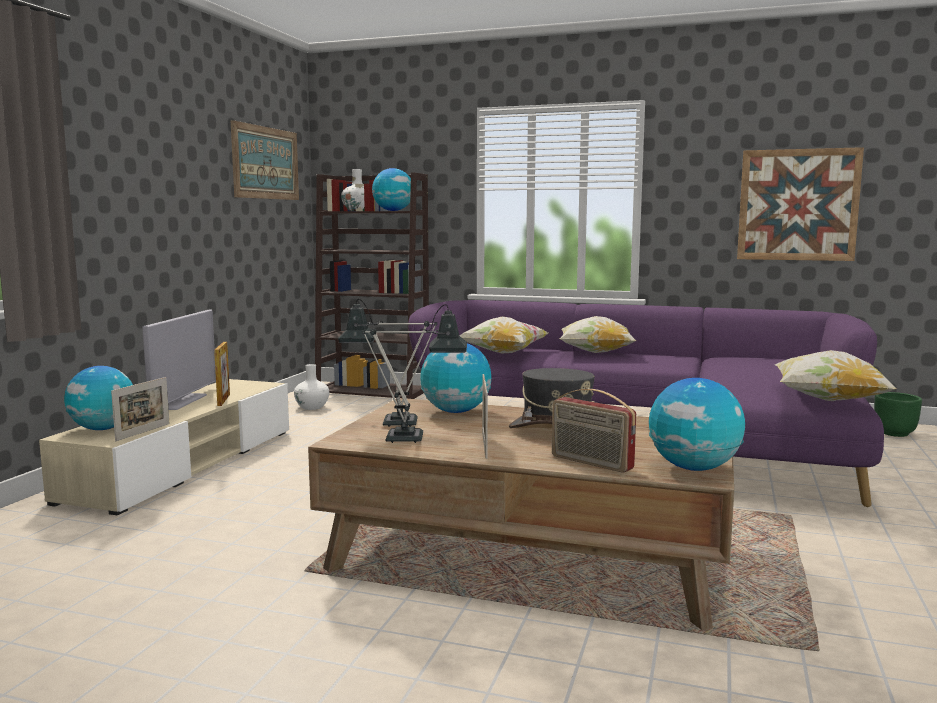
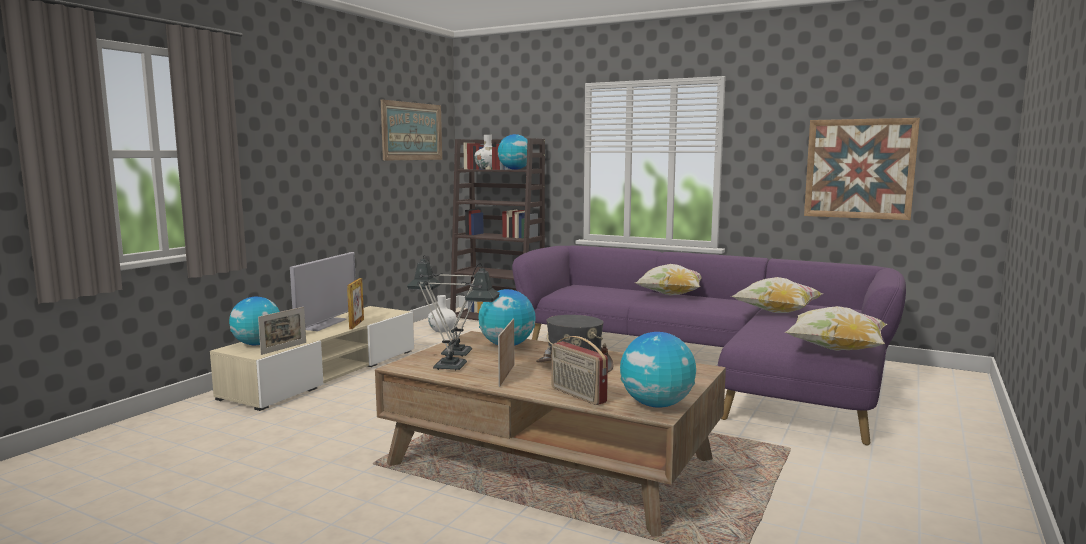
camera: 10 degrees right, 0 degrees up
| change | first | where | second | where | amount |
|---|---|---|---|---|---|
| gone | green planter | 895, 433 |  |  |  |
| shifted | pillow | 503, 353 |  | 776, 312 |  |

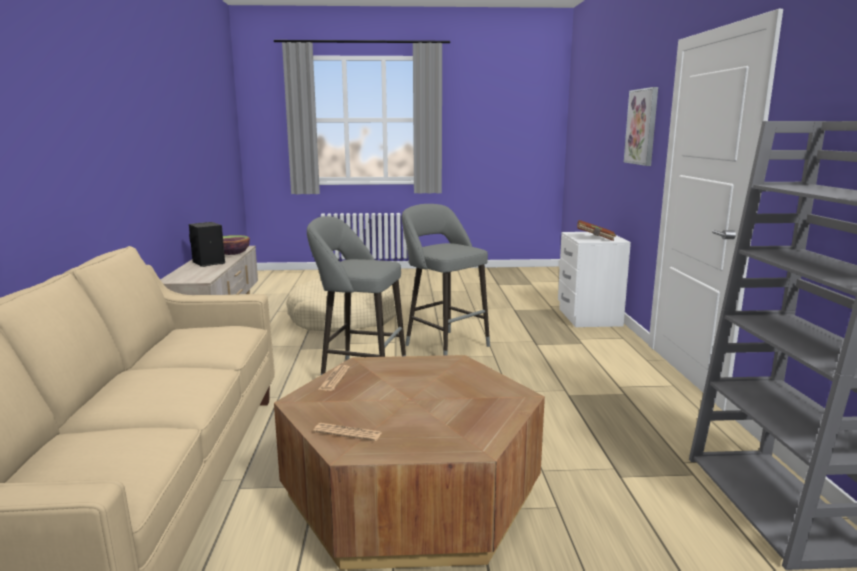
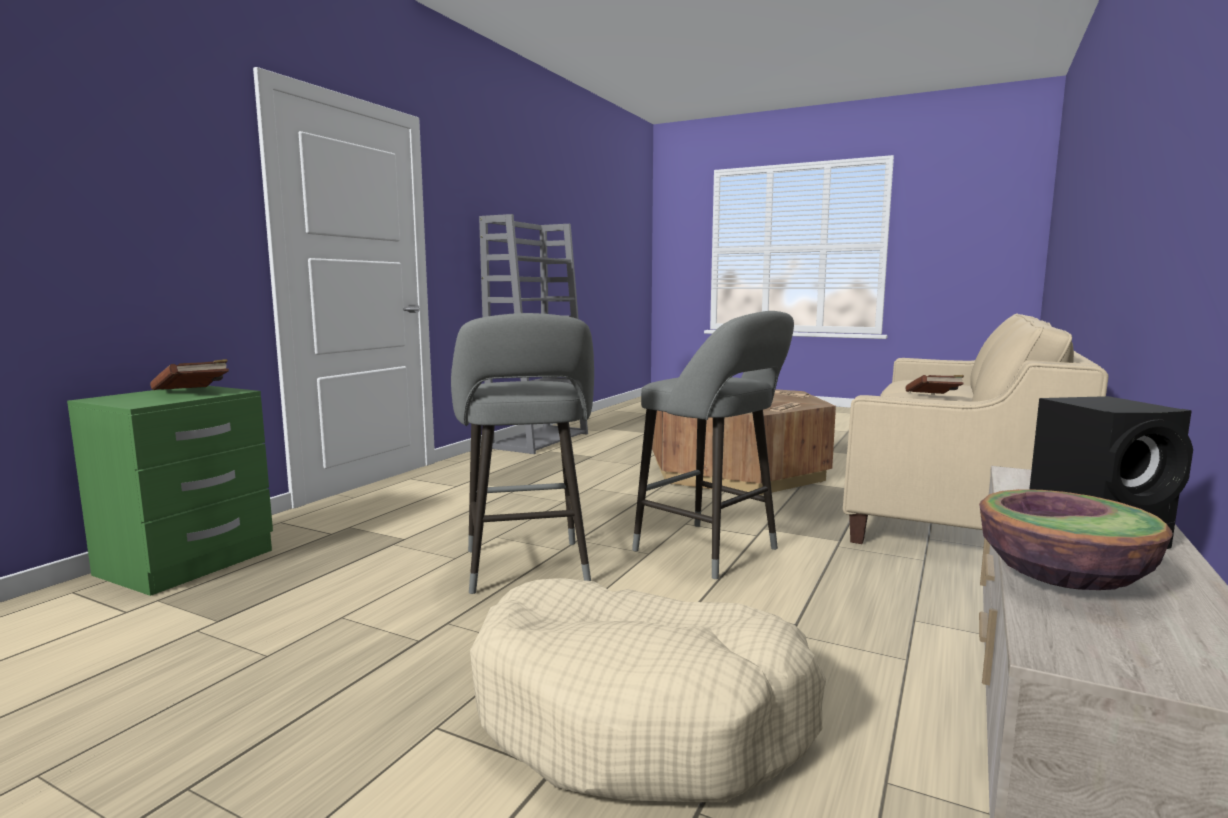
camera: 150 degrees left, 5 degrees down
| change | first | where | second | where | amount |
|---|---|---|---|---|---|
| gone | picture | 642, 127 |  |  |  |
| new |  |  | brown book | 934, 397 |  |
| repainted | white nightstand | 588, 317 | green nightstand | 188, 563 |  |

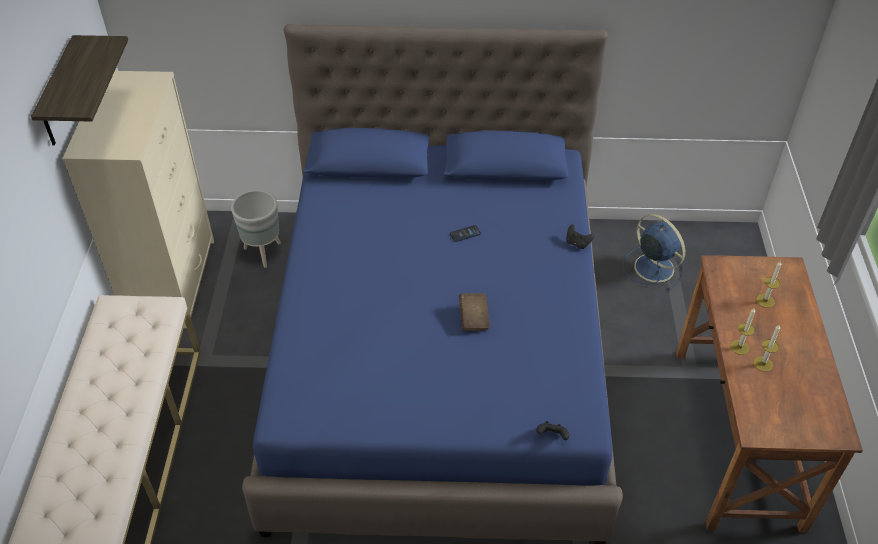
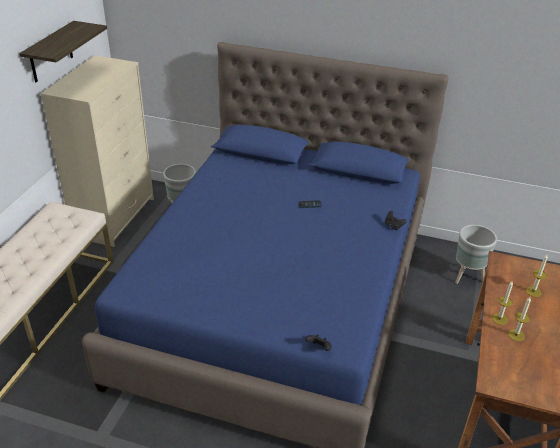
camera: 15 degrees right, 10 degrees down
| change | first | where | second | where | amount |
|---|---|---|---|---|---|
| gone | brown book | 473, 318 |  |  |  |
| swapped | blue fan | 652, 266 | grey planter | 466, 276 |  |

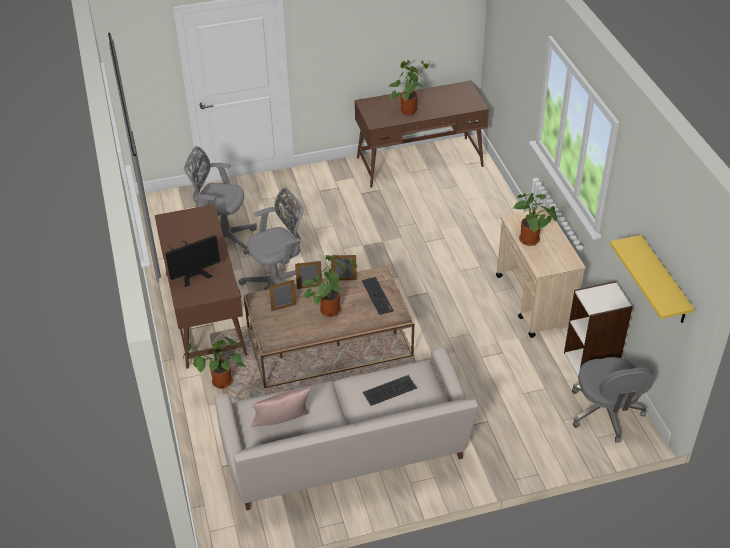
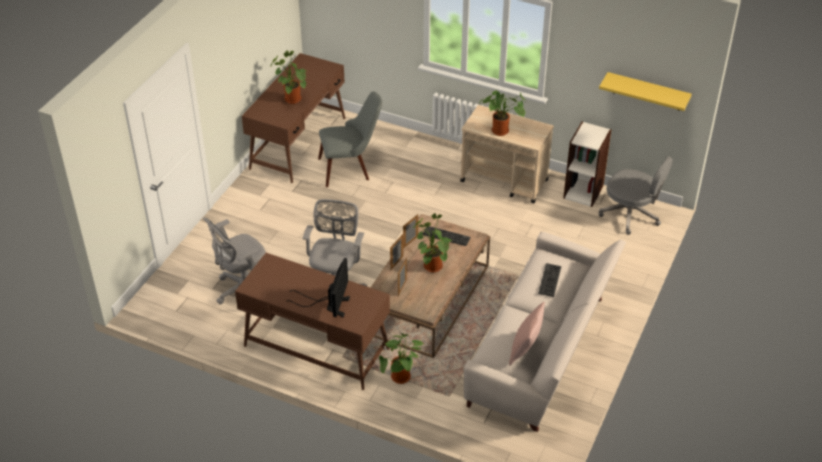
camera: 50 degrees left, 0 degrees up
| change | first | where | second | where | amount |
|---|---|---|---|---|---|
| new |  |  | grey chair | 351, 168 |  |

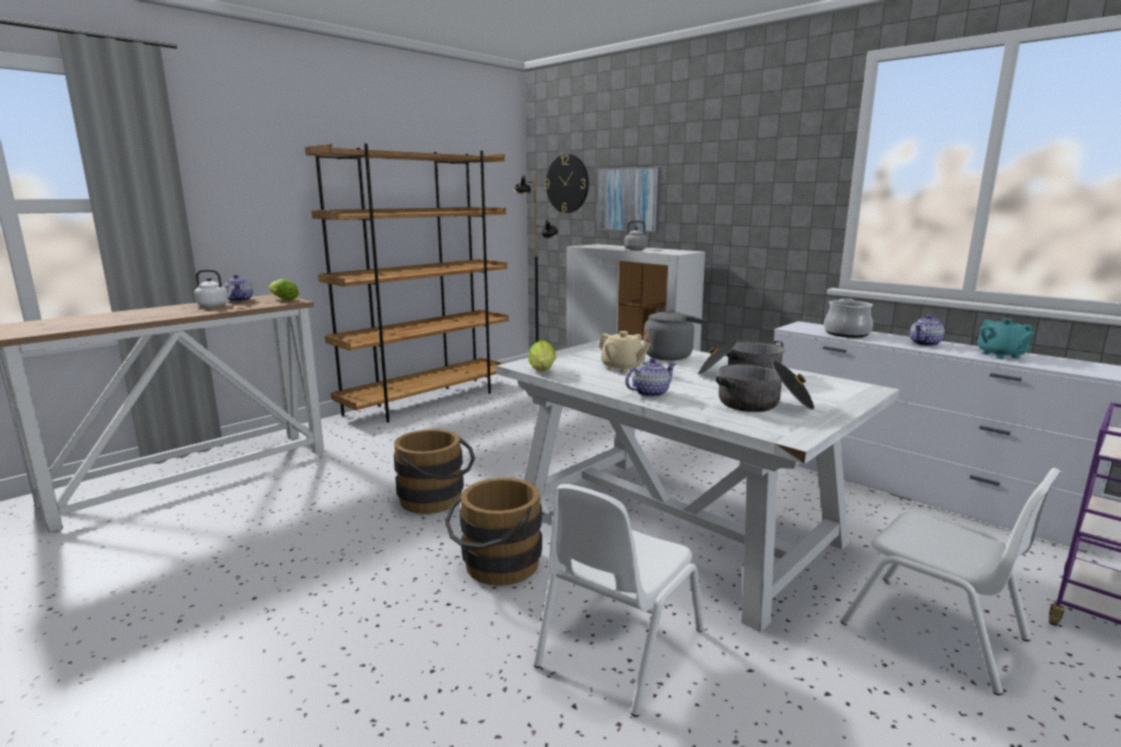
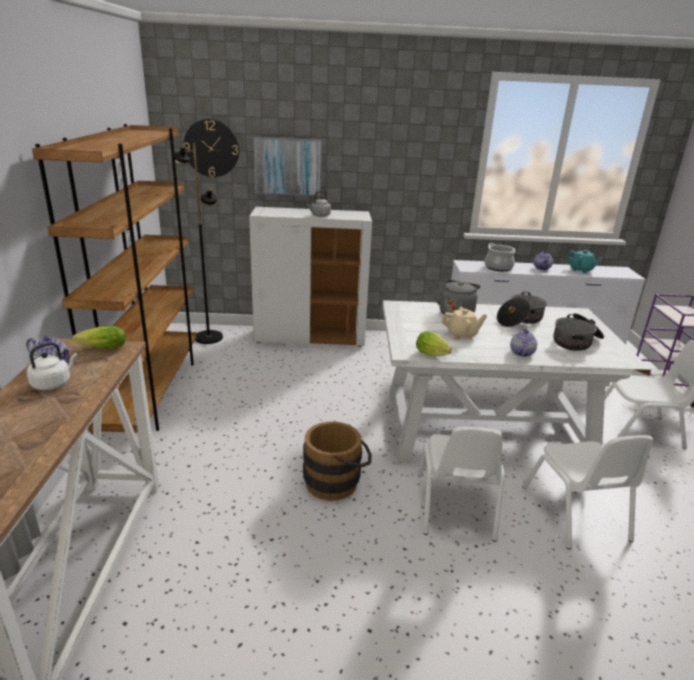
camera: 45 degrees left, 10 degrees up
| change | first | where | second | where | amount |
|---|---|---|---|---|---|
| swapped | brown bucket | 496, 567 | white chair | 455, 506 |  |

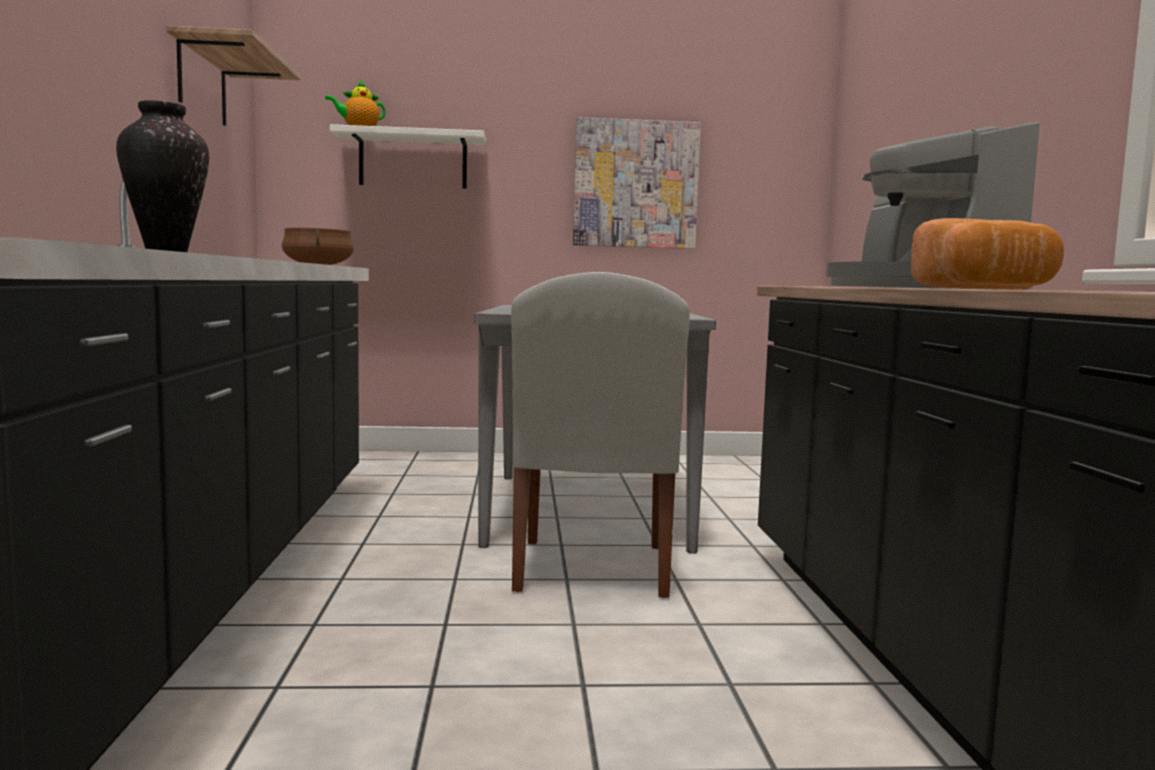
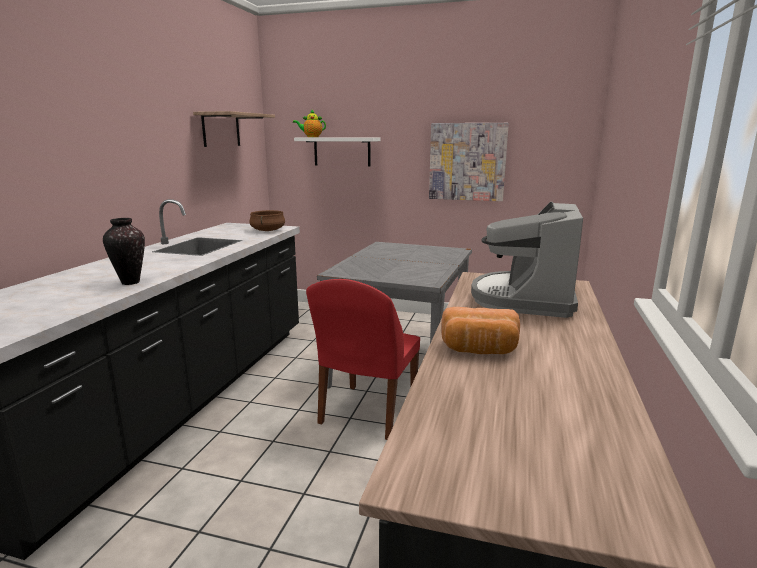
camera: 20 degrees right, 10 degrees up
| change | first | where | second | where | amount |
|---|---|---|---|---|---|
| repainted | white chair | 591, 570 | red chair | 367, 413 |  |

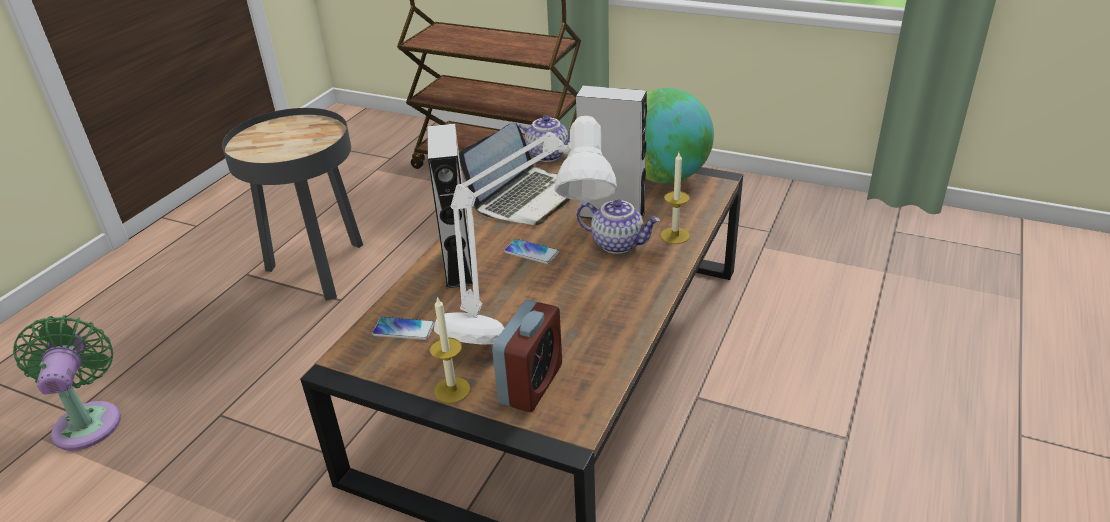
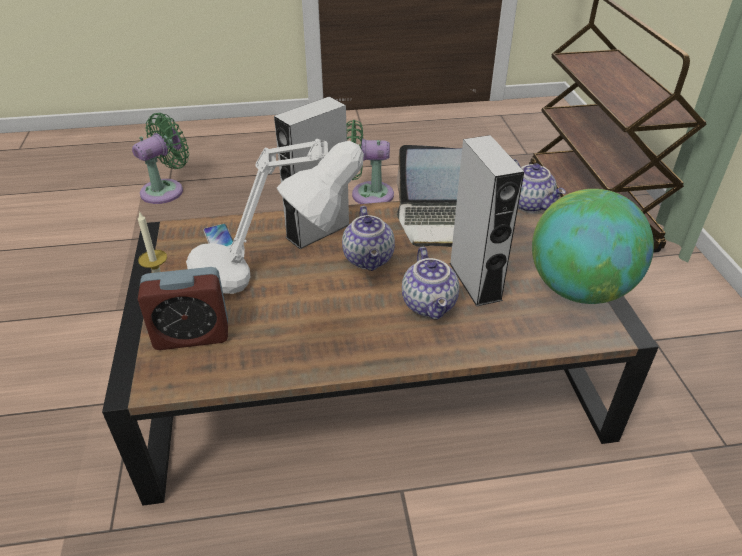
camera: 55 degrees right, 5 degrees up
| change | first | where | second | where | amount |
|---|---|---|---|---|---|
| gone | candle | 675, 235 |  |  |  |
| swapped | black side table | 320, 269 | green fan | 367, 194 |  |
| swapped | phone | 531, 252 | teapot | 370, 259 |  |

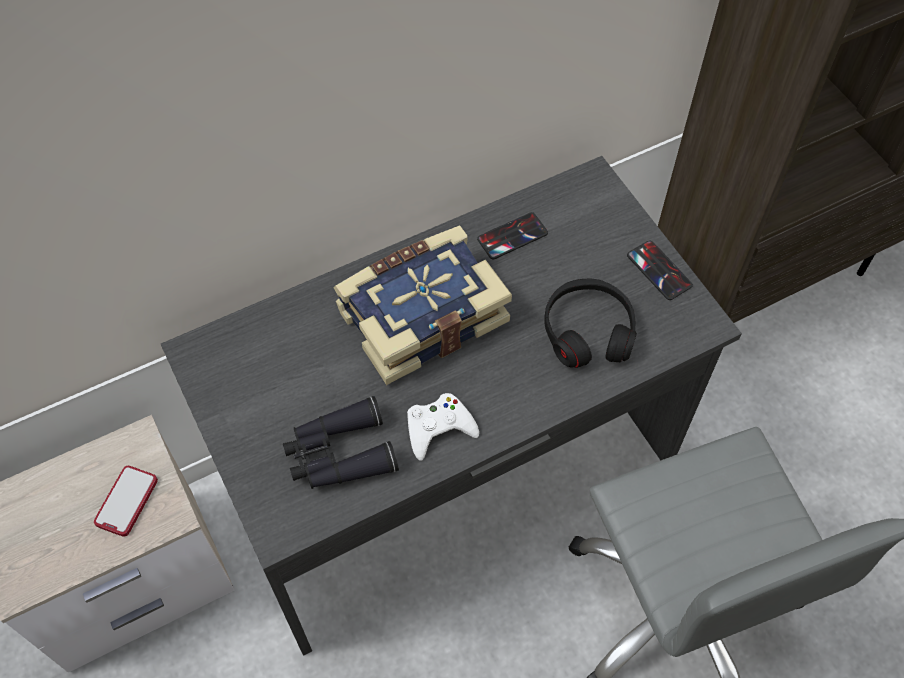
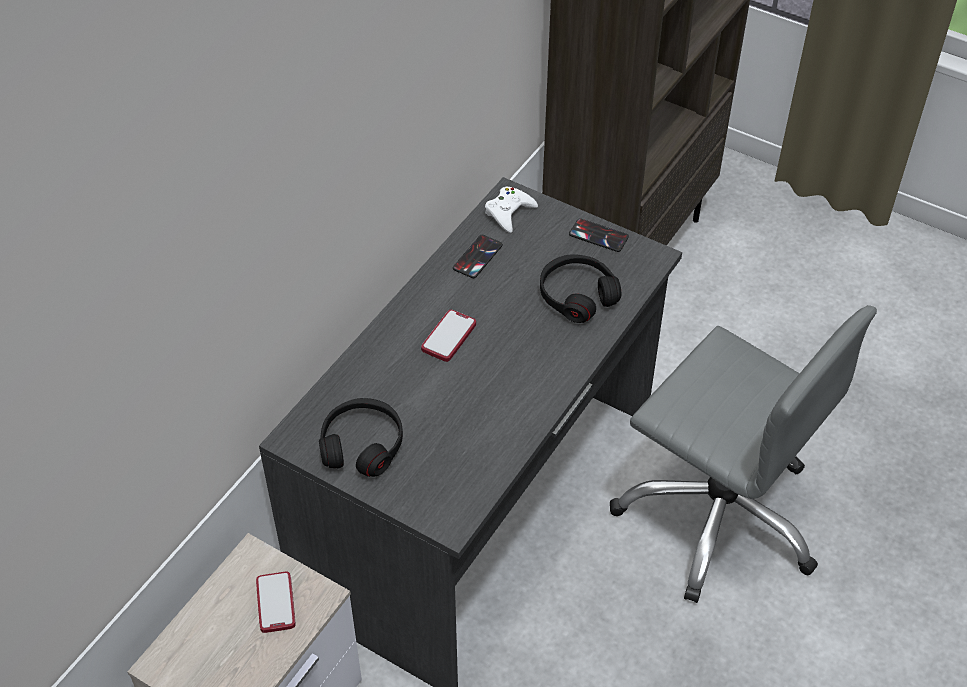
camera: 30 degrees left, 10 degrees down
| change | first | where | second | where | amount |
|---|---|---|---|---|---|
| gone | black binoculars | 339, 454 |  |  |  |
| new |  |  | black headphones | 362, 444 |  |
| shifted | white game controller | 439, 428 |  | 509, 212 |  |
| swapped | book | 421, 314 | phone | 449, 337 |  |

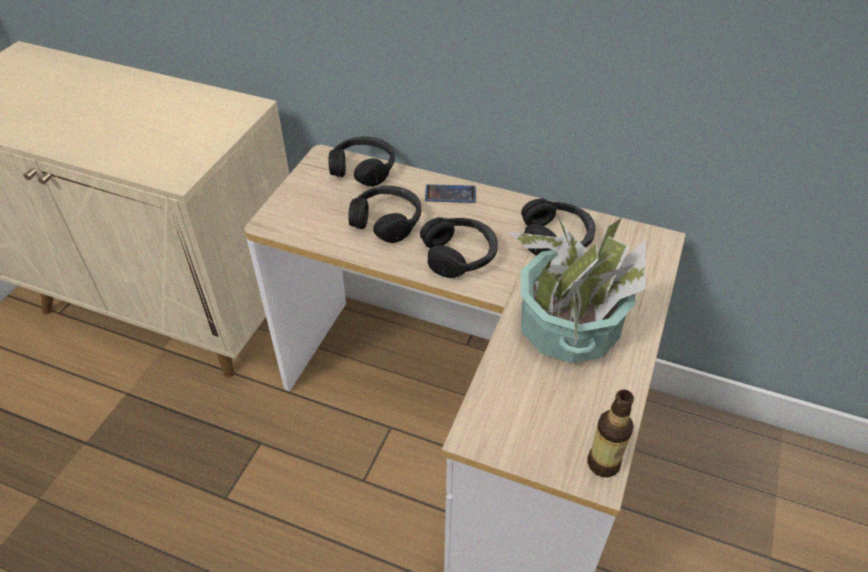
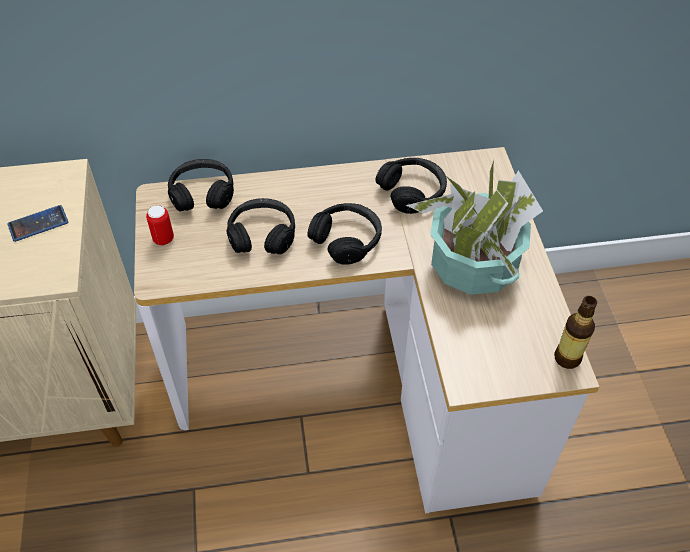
camera: 30 degrees left, 5 degrees up
| change | first | where | second | where | amount |
|---|---|---|---|---|---|
| new |  |  | can | 163, 239 |  |
| shifted | phone | 450, 194 |  | 38, 224 |  |

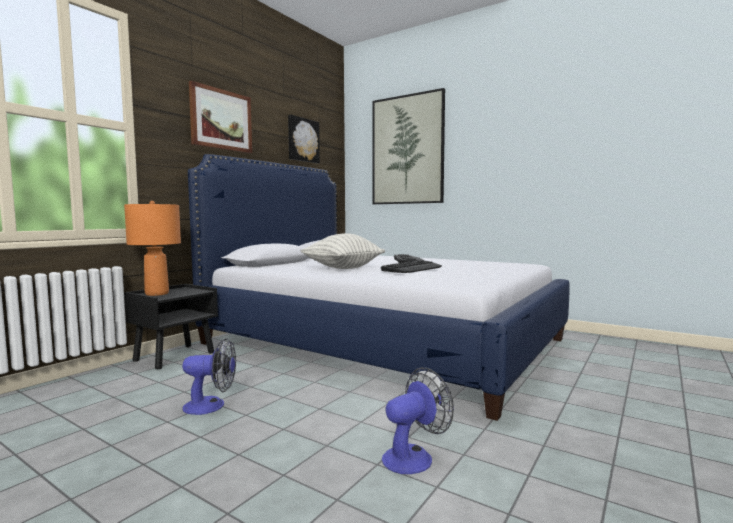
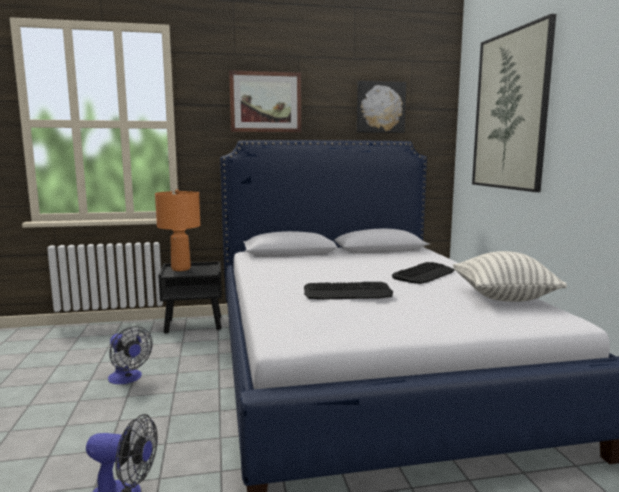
camera: 45 degrees right, 5 degrees up
| change | first | where | second | where | amount |
|---|---|---|---|---|---|
| shifted | pillow | 343, 268 |  | 503, 297 |  |

